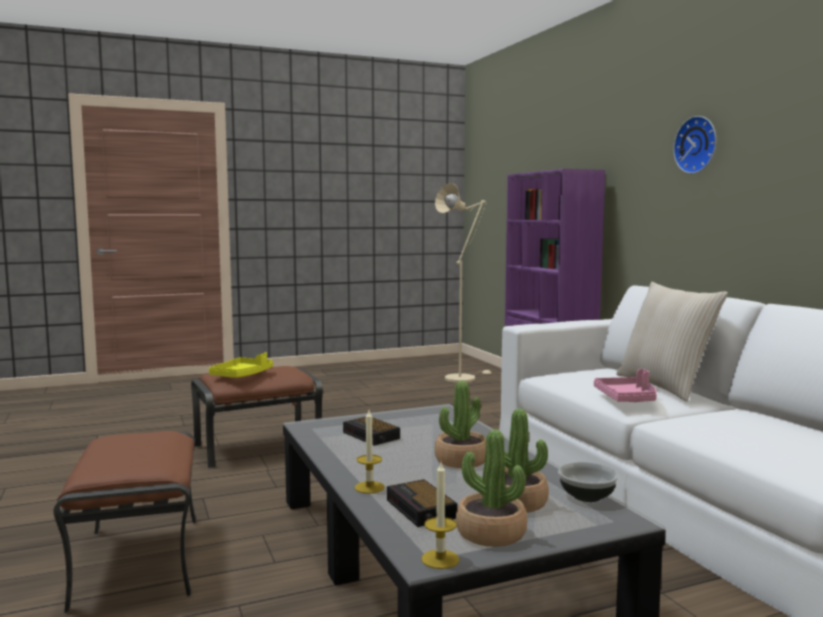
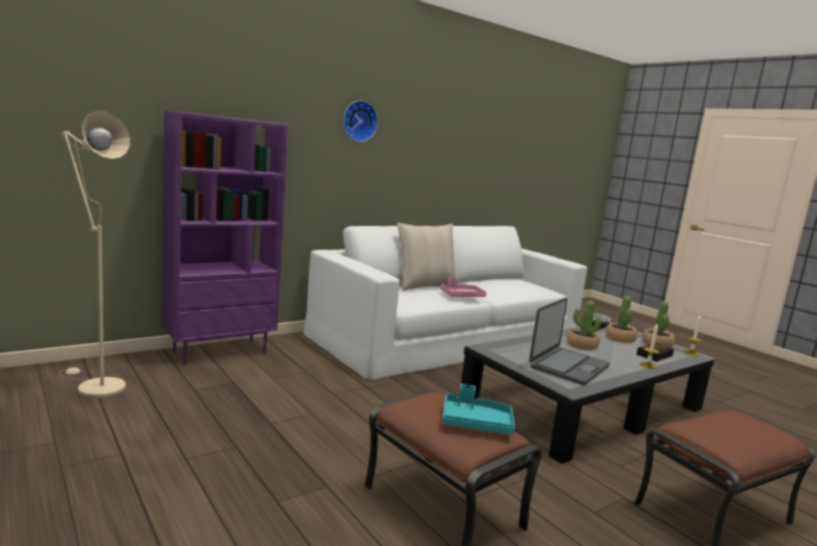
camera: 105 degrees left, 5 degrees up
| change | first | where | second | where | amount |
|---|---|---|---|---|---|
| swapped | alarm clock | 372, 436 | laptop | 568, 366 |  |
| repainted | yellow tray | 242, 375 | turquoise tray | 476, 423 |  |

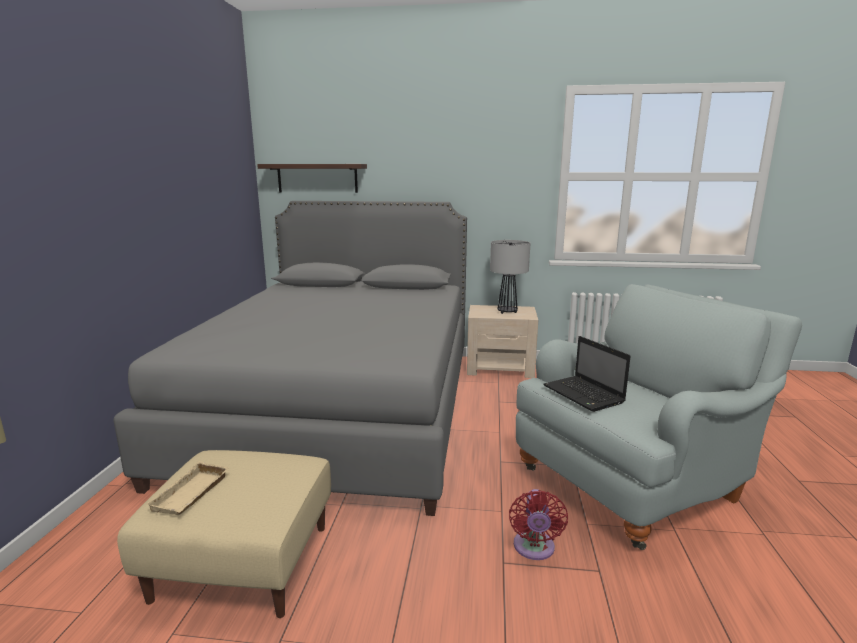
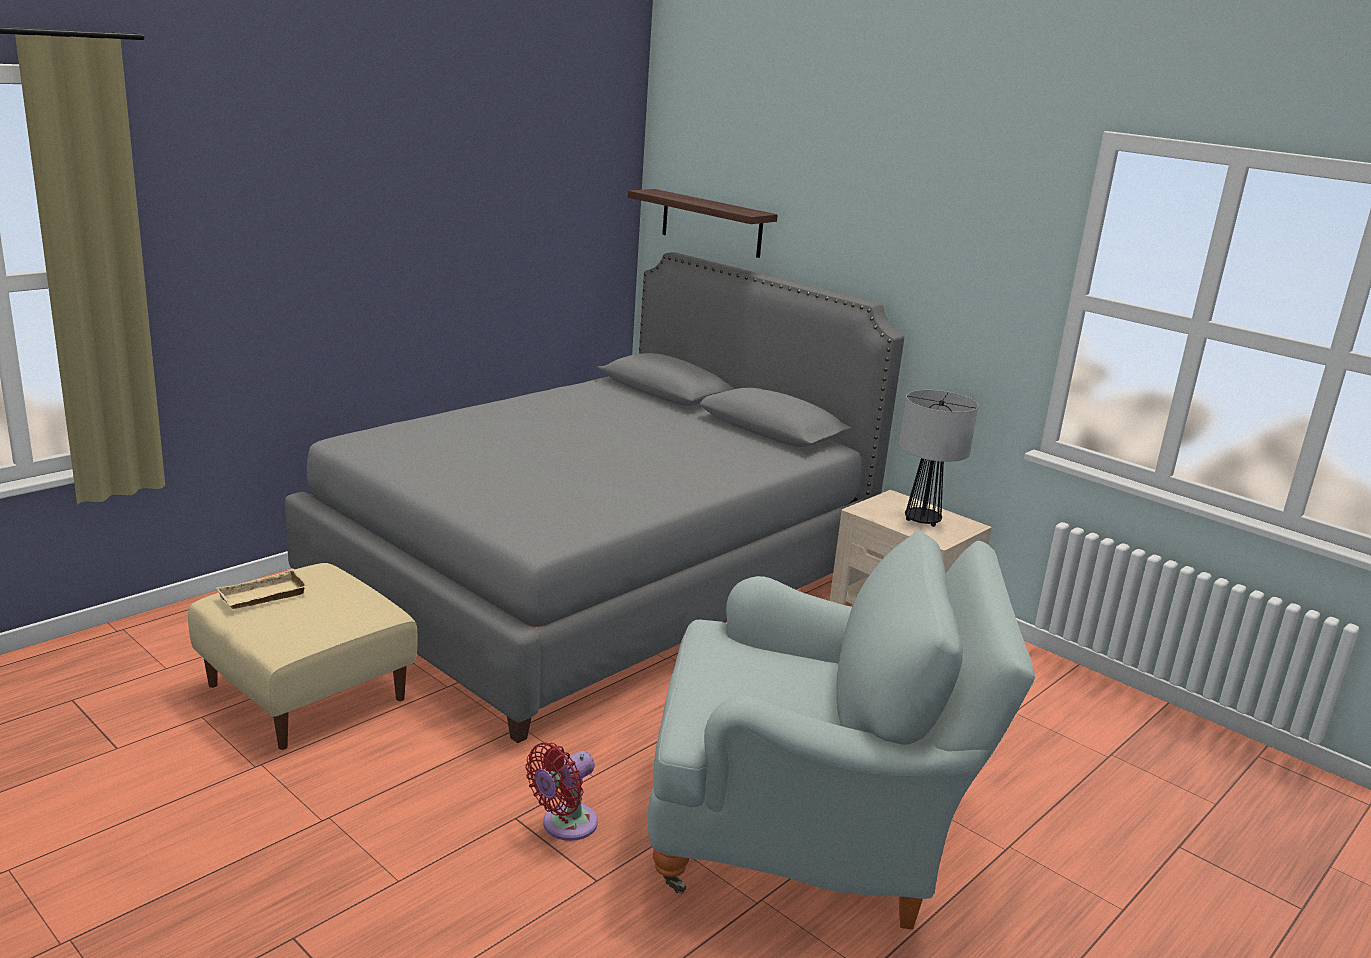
camera: 35 degrees right, 5 degrees up
| change | first | where | second | where | amount |
|---|---|---|---|---|---|
| gone | laptop | 584, 395 |  |  |  |

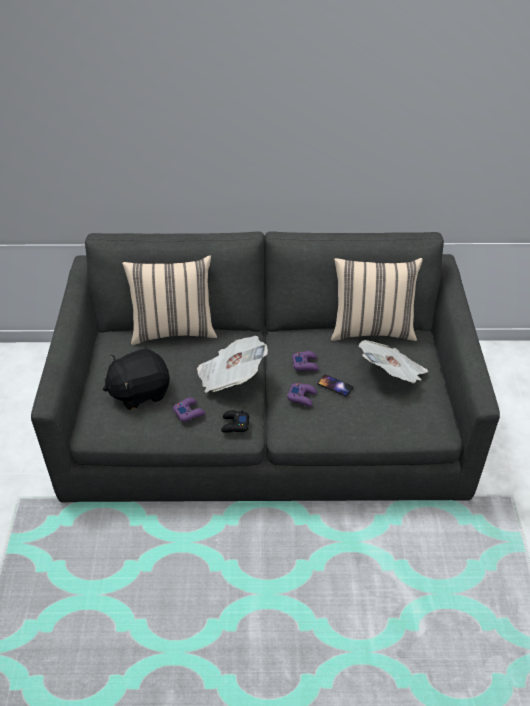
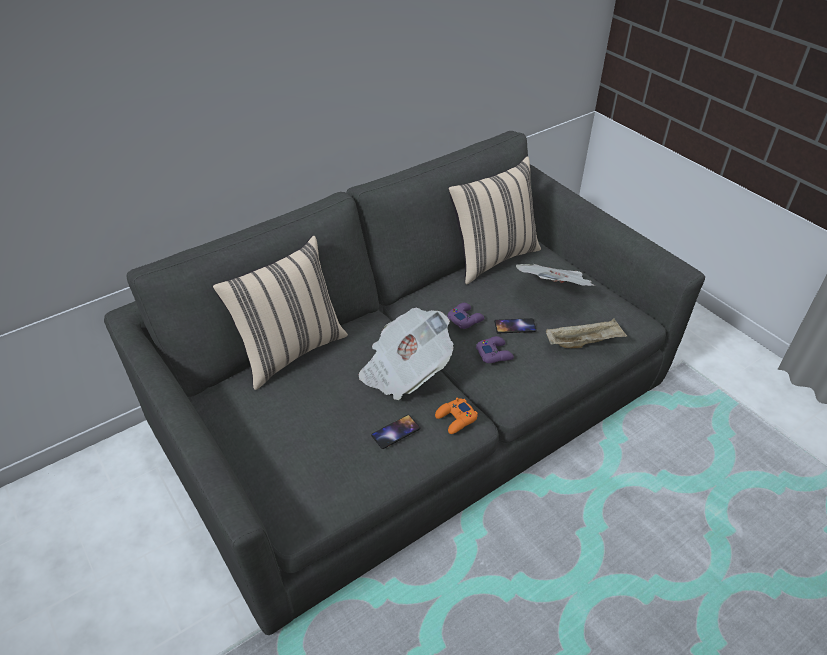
camera: 35 degrees left, 0 degrees up
| change | first | where | second | where | amount |
|---|---|---|---|---|---|
| gone | black plush toy | 139, 392 |  |  |  |
| new |  |  | beige tray | 584, 342 |  |
| swapped | purple game controller | 189, 412 | phone | 395, 432 |  |
| repainted | black game controller | 235, 425 | orange game controller | 456, 419 |  |

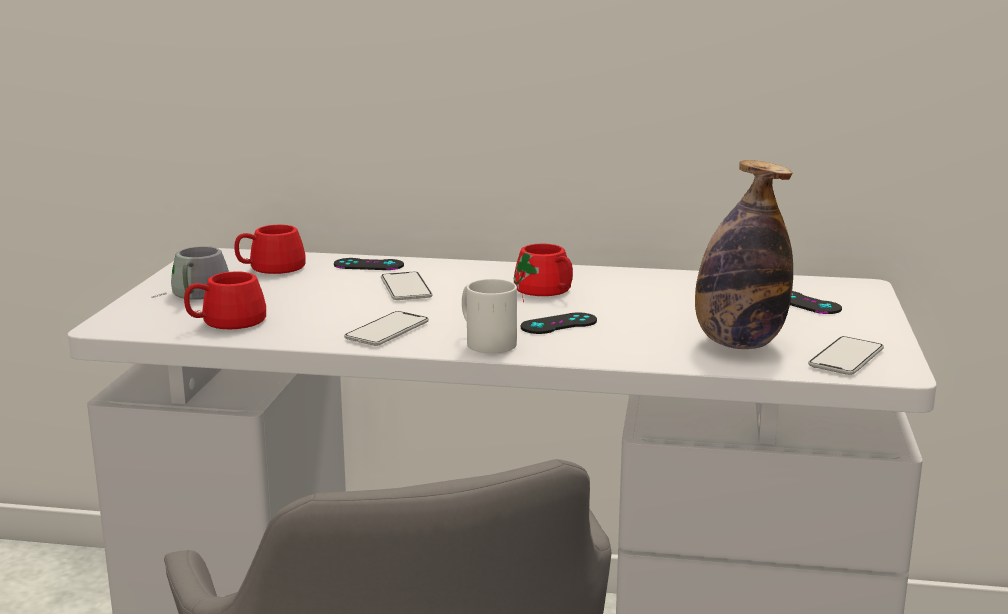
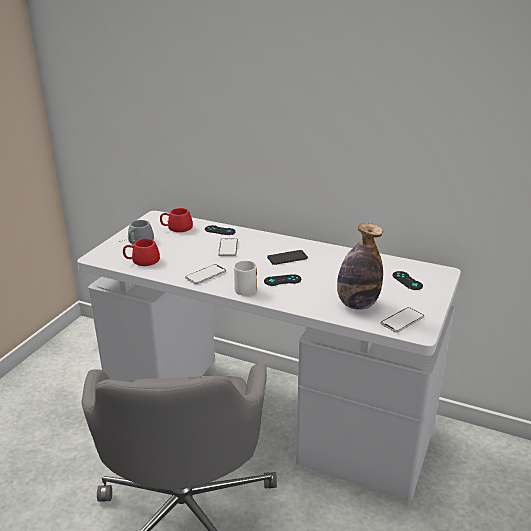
camera: 15 degrees right, 10 degrees up
| change | first | where | second | where | amount |
|---|---|---|---|---|---|
| swapped | red mug | 542, 292 | phone | 287, 258 |  |

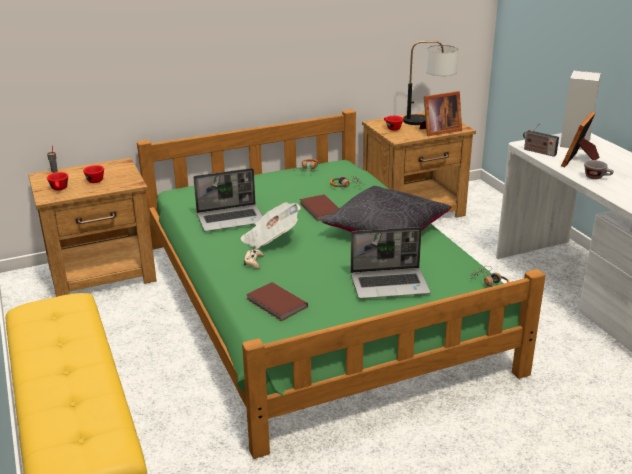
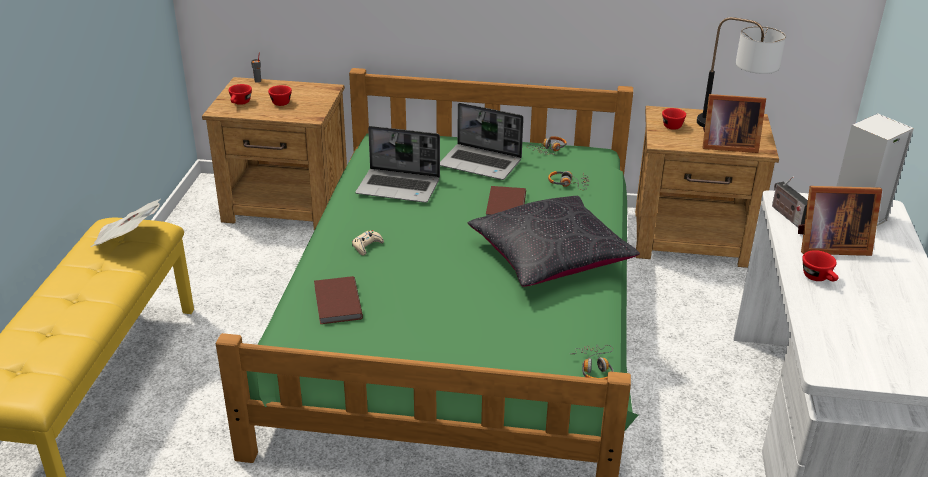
camera: 30 degrees right, 5 degrees up
| change | first | where | second | where | amount |
|---|---|---|---|---|---|
| shifted | newspaper | 270, 239 |  | 128, 240 |  |
| shifted | laptop | 390, 284 |  | 481, 163 |  |
| repainted | grey cup | 597, 177 | red cup | 819, 278 |  |
| rotated | picture frame | 579, 160 |  | 828, 246 | 150 degrees counterclockwise |

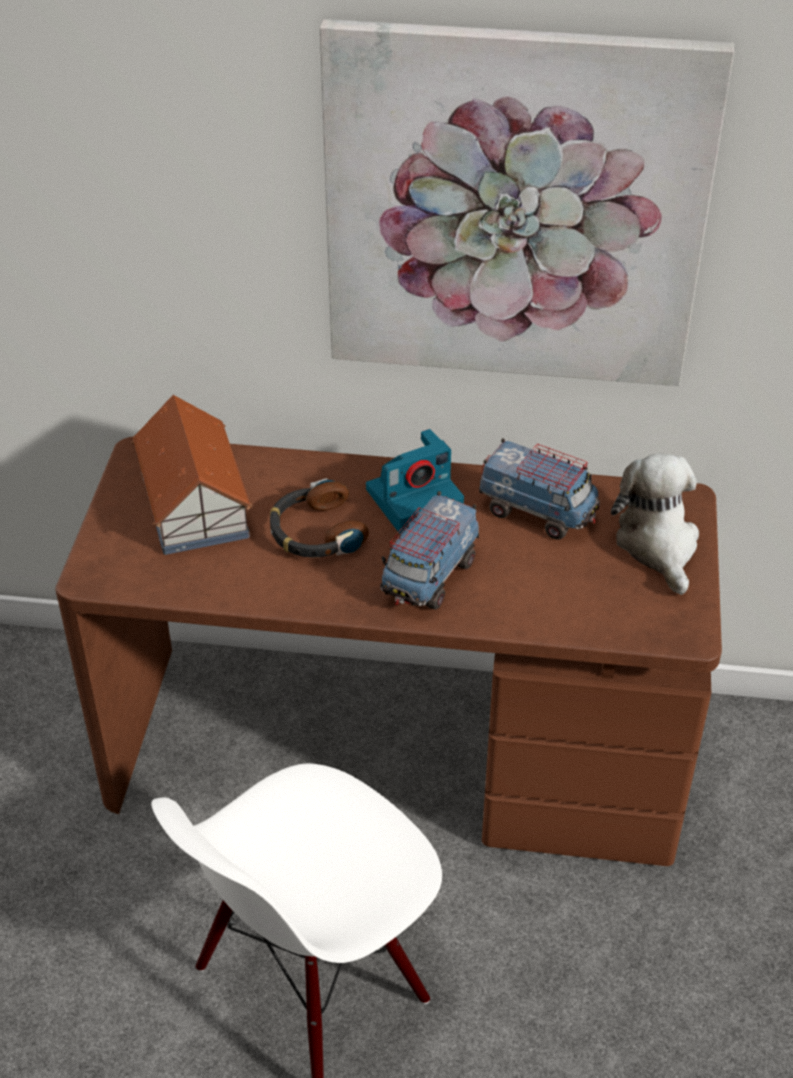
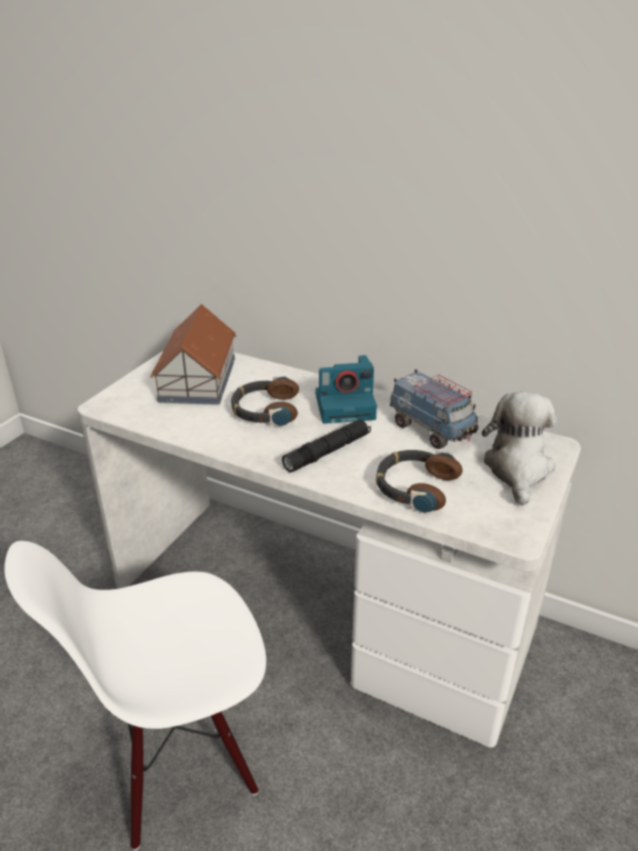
camera: 20 degrees right, 10 degrees down
| change | first | where | second | where | amount |
|---|---|---|---|---|---|
| gone | picture | 514, 209 |  |  |  |
| new |  |  | headphones | 414, 486 |  |
| swapped | toy truck | 429, 577 | black flashlight | 327, 452 |  |
| repainted | brown desk | 396, 752 | white desk | 319, 604 |  |

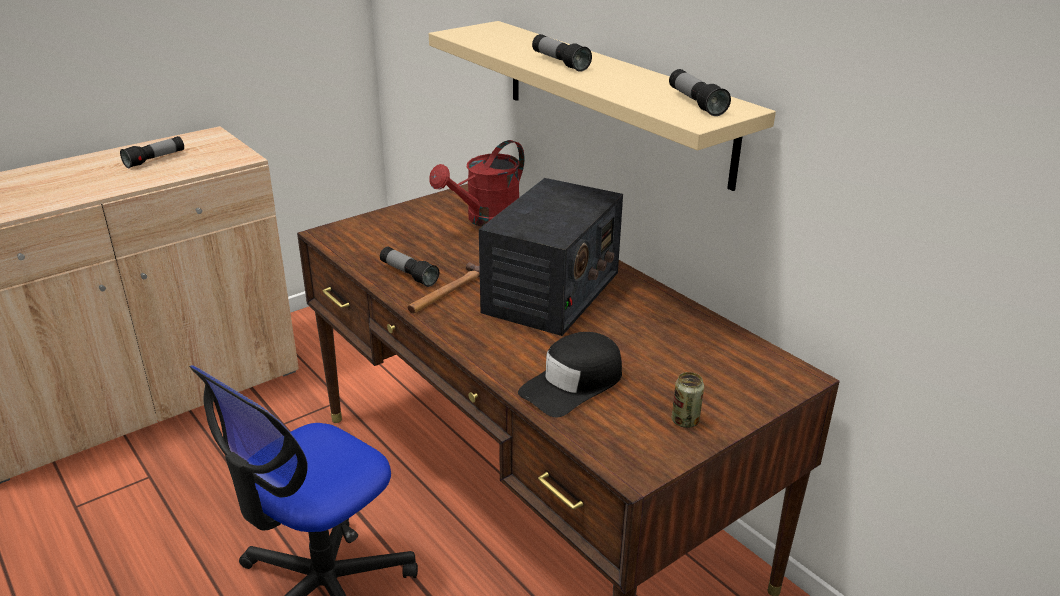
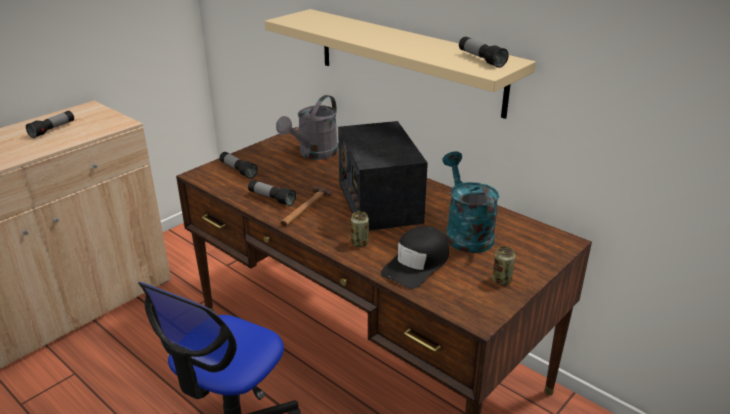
camera: 10 degrees left, 0 degrees up
| change | first | where | second | where | amount |
|---|---|---|---|---|---|
| new |  |  | can | 359, 243 |  |
| new |  |  | turquoise watering can | 465, 233 |  |
| shifted | flashlight | 559, 62 |  | 238, 170 |  |
| repainted | red watering can | 486, 220 | grey watering can | 314, 154 |  |
| rotated | radio | 551, 292 |  | 379, 201 | 150 degrees clockwise |

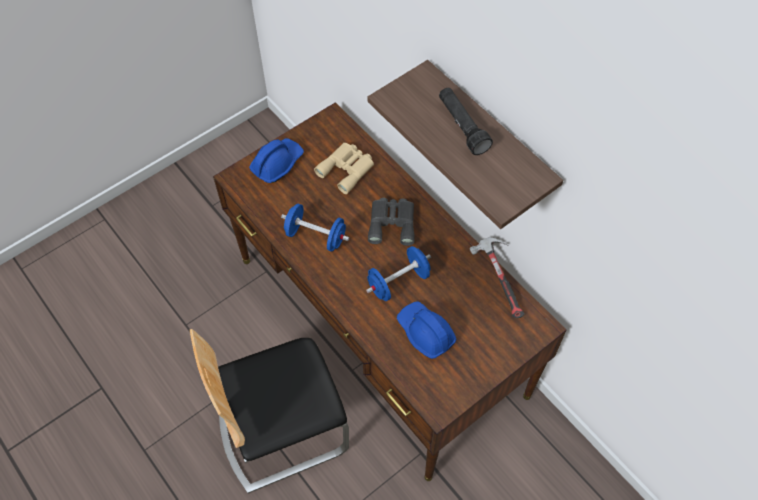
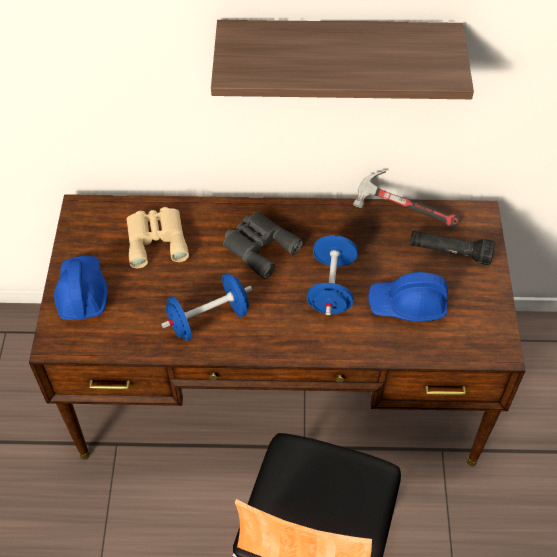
camera: 50 degrees left, 5 degrees down
| change | first | where | second | where | amount |
|---|---|---|---|---|---|
| shifted | black flashlight | 462, 126 |  | 449, 253 |  |

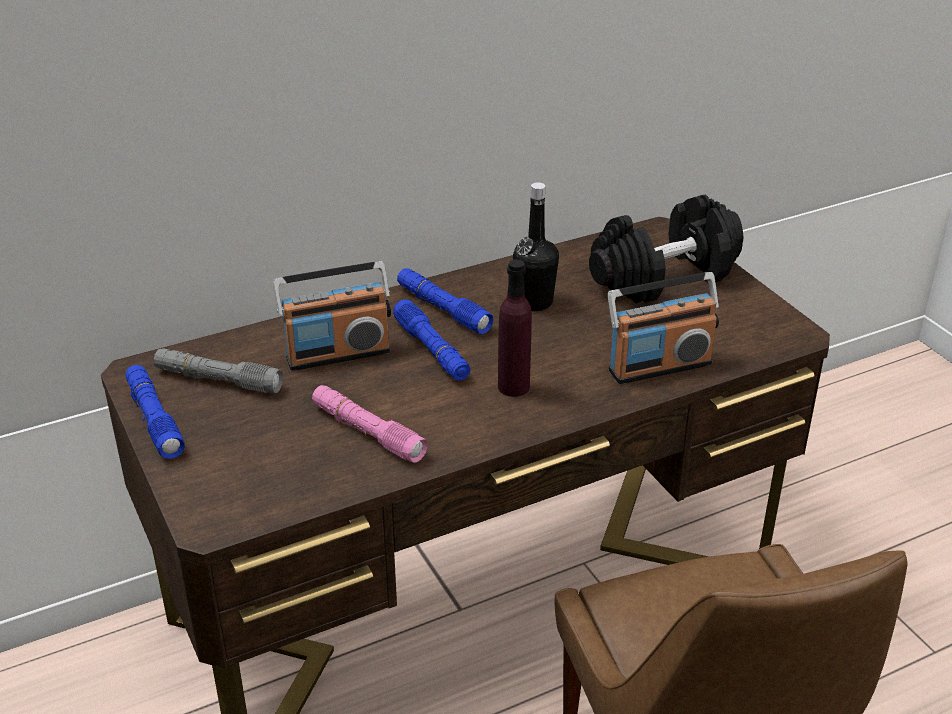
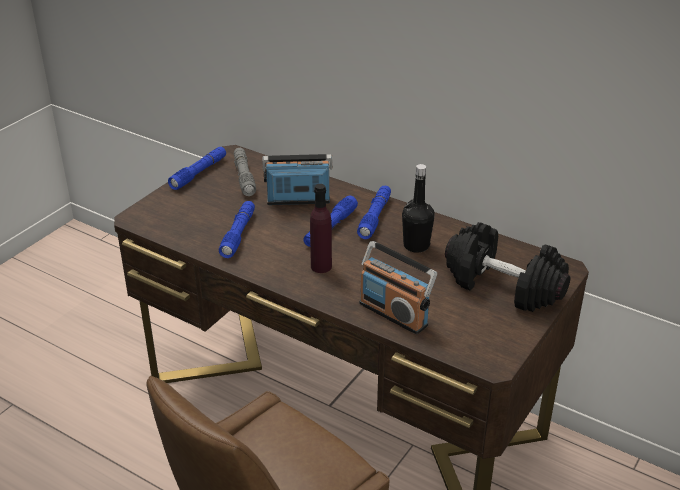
camera: 60 degrees right, 0 degrees up
| change | first | where | second | where | amount |
|---|---|---|---|---|---|
| repainted | pink flashlight | 367, 432 | blue flashlight | 238, 234 |  |
| rotated | radio | 338, 354 |  | 298, 201 | 135 degrees clockwise |

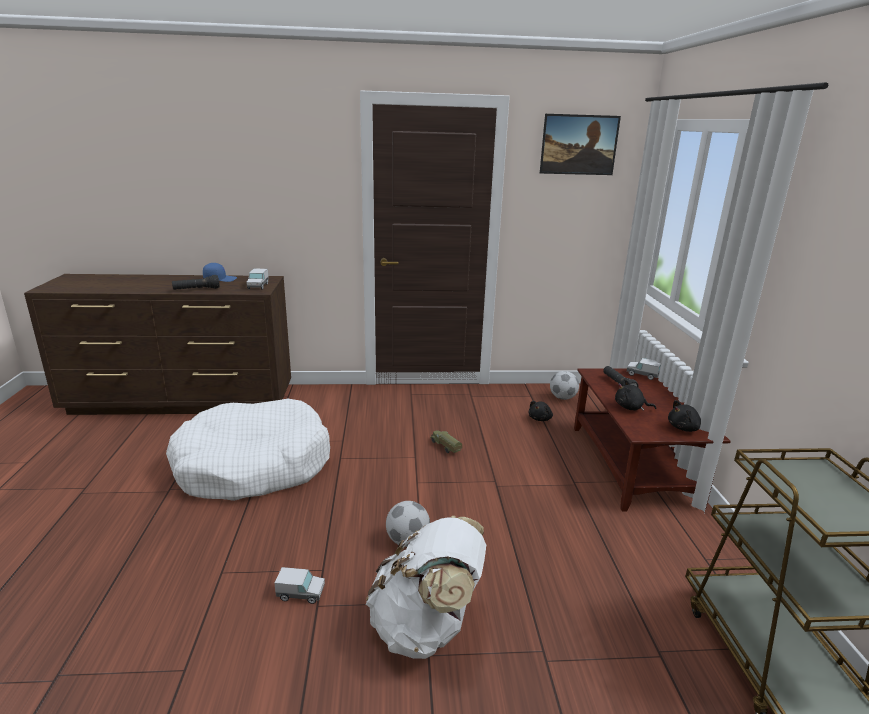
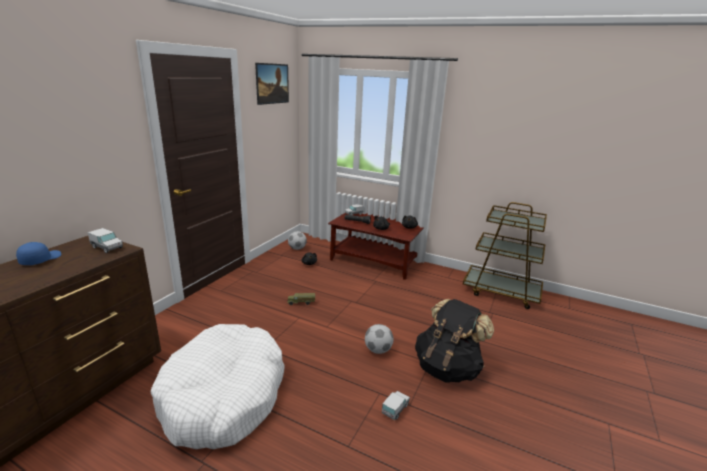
camera: 60 degrees left, 0 degrees up
| change | first | where | second | where | amount |
|---|---|---|---|---|---|
| gone | black flashlight | 196, 290 |  |  |  |
| repainted | white backpack | 426, 627 | black backpack | 447, 368 |  |

